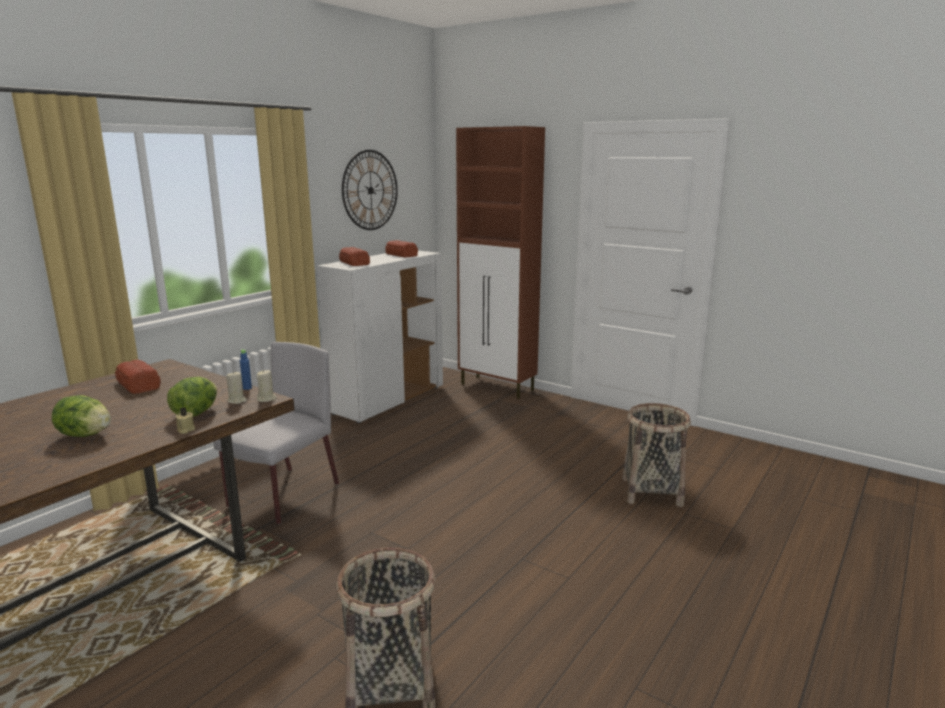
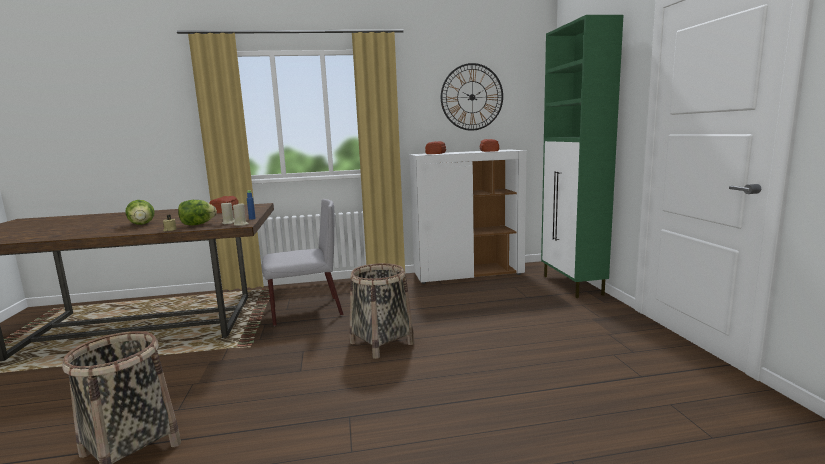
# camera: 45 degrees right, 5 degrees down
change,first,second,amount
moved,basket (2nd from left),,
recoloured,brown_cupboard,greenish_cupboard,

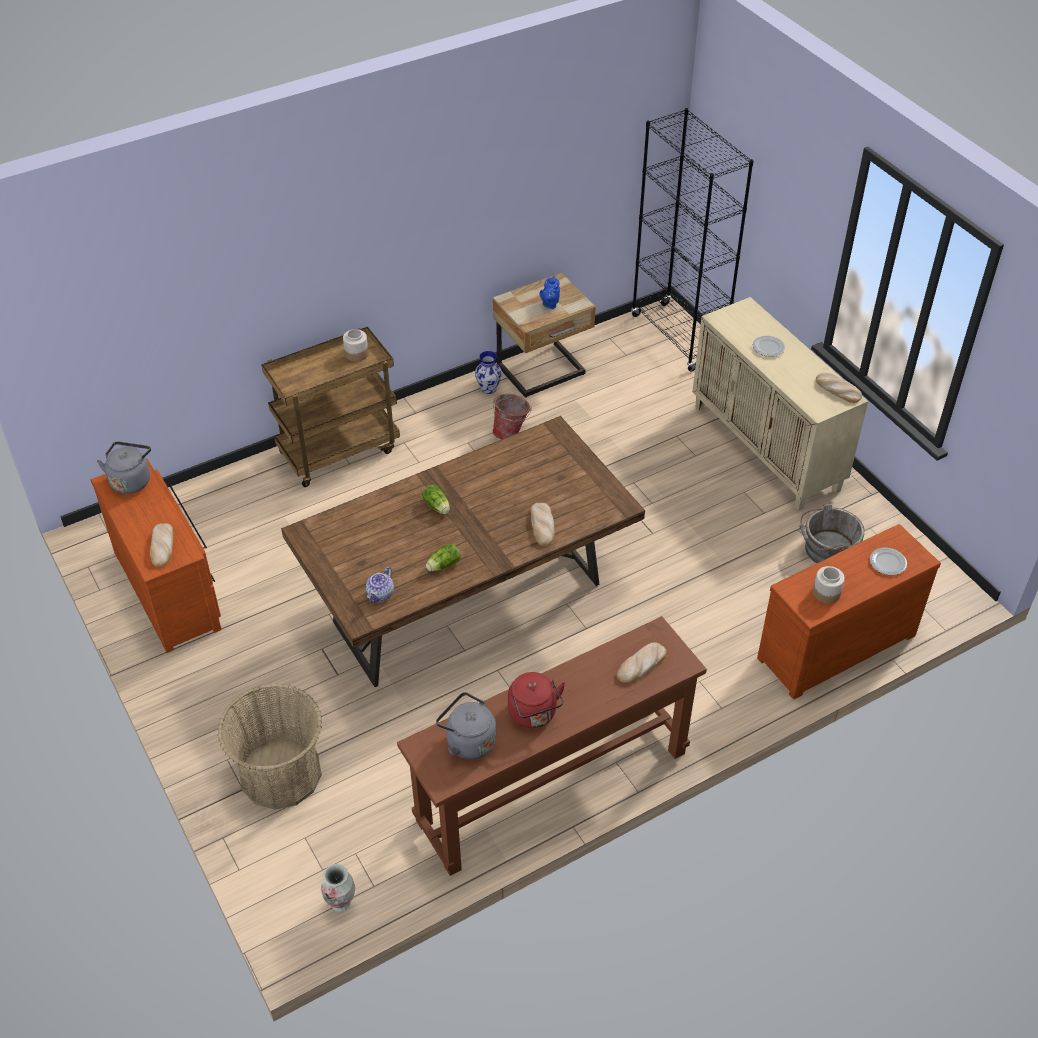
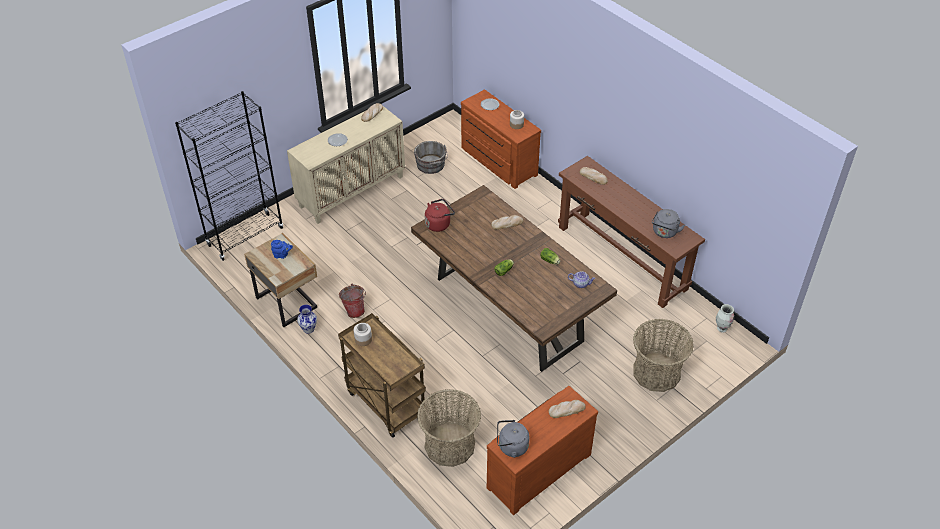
# camera: 100 degrees left, 0 degrees up
change,first,second,amount
added,,basket (1st from left),
moved,red-coloured_water_kettle,,

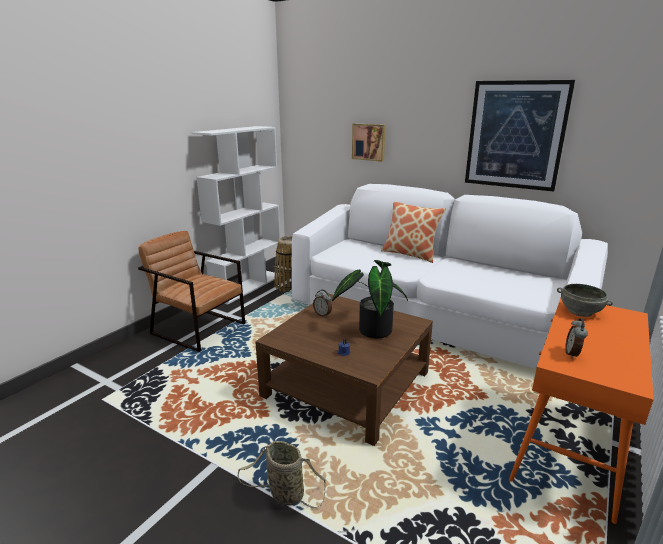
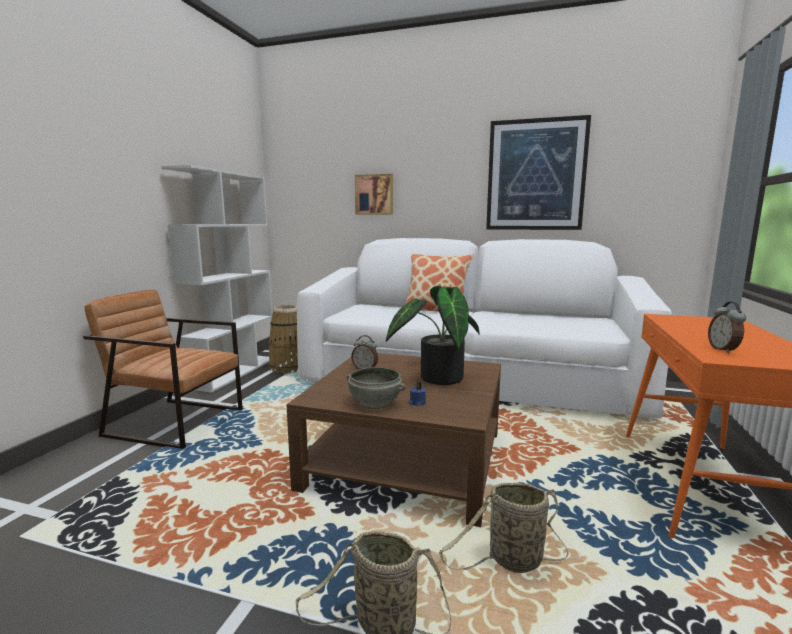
# camera: 15 degrees left, 10 degrees down
change,first,second,amount
added,,basket (3rd from left),
moved,greyish_serving_bowl,,

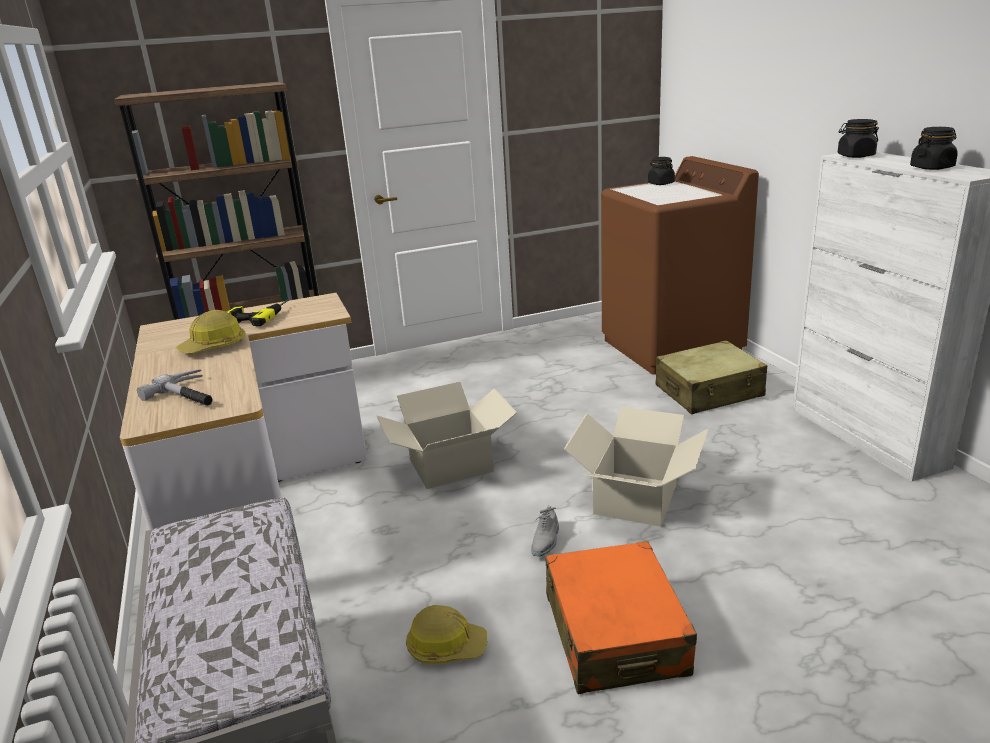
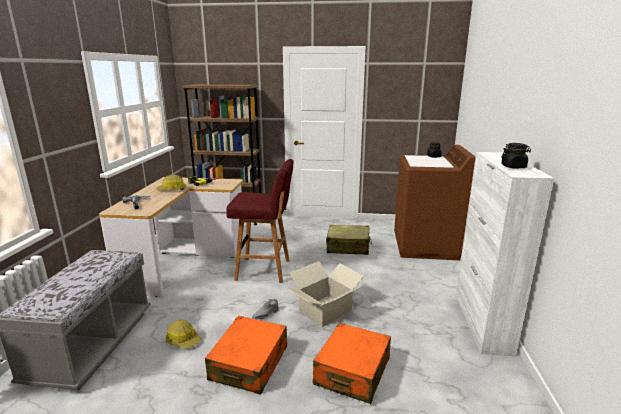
# camera: 25 degrees right, 5 degrees down
change,first,second,amount
removed,black-coloured_jar (2nd from left),,
added,,orange_piece_of_luggage (2nd from left),
moved,beige-coloured_piece_of_luggage,,
replaced,carton (1st from left),red-coloured_stool,

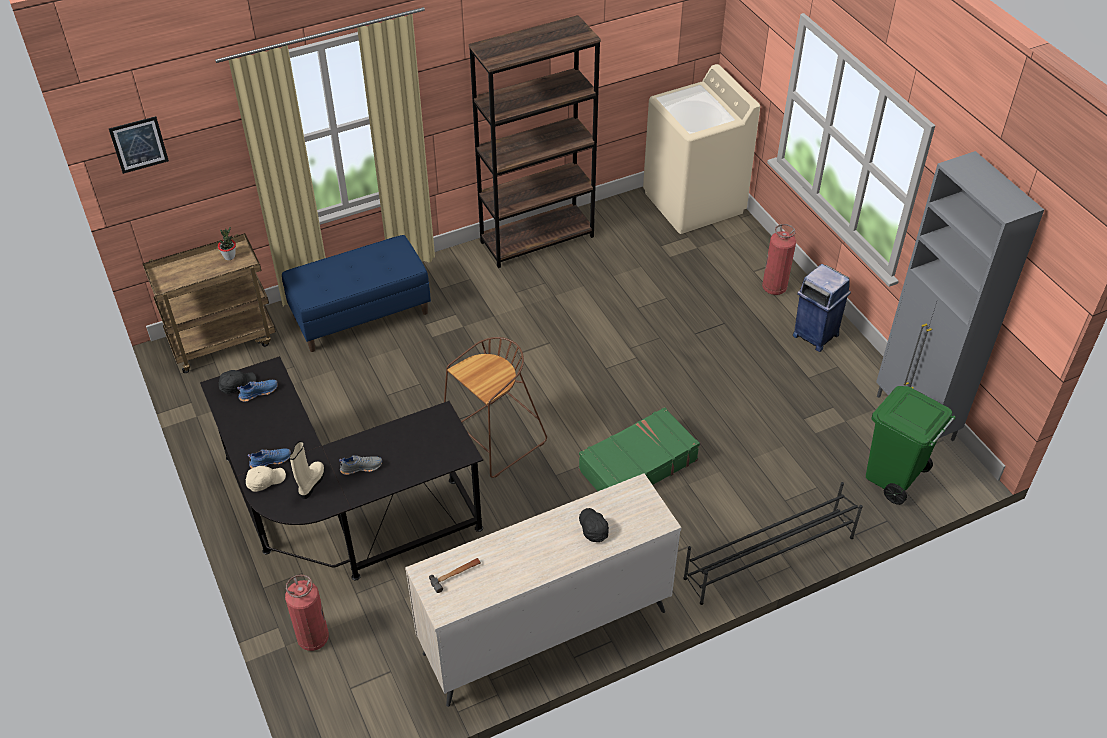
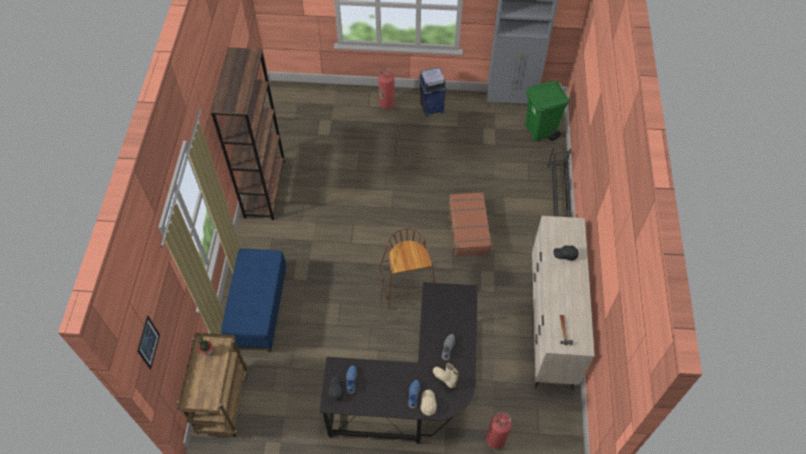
# camera: 60 degrees left, 10 degrees up
change,first,second,amount
removed,beige-coloured_laundry_appliance,,
recoloured,greenish_piece_of_luggage,brown_piece_of_luggage,

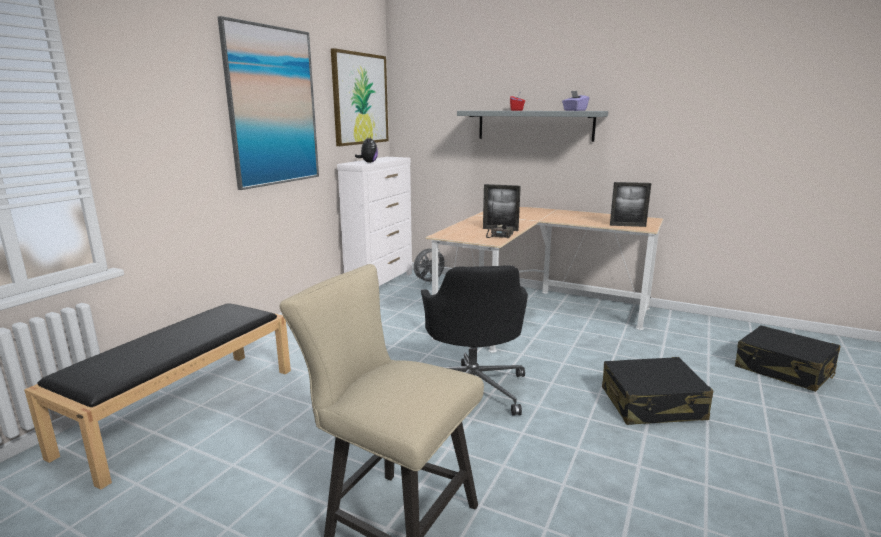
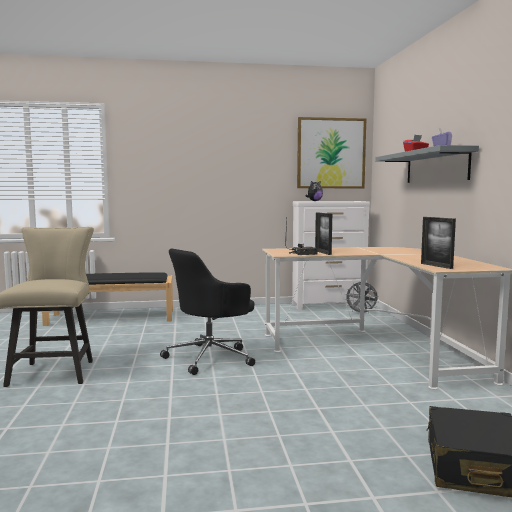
# camera: 55 degrees right, 10 degrees down
change,first,second,amount
removed,wall_art (1st from left),,
removed,black-coloured_piece_of_luggage (1st from left),,

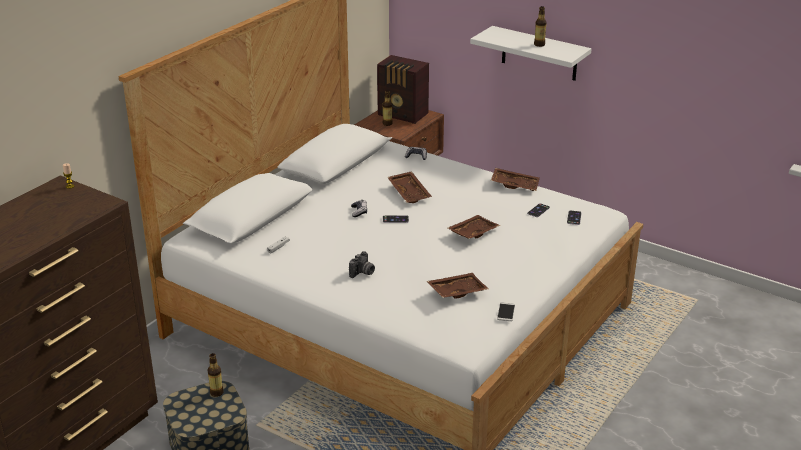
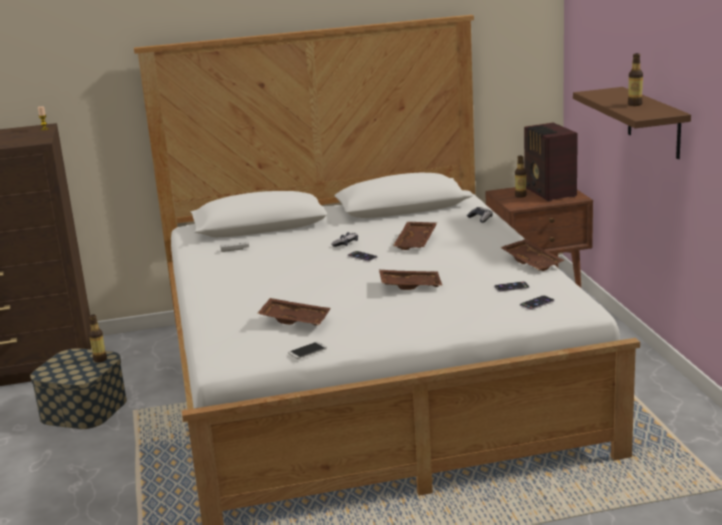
# camera: 45 degrees right, 10 degrees down
change,first,second,amount
removed,photo_camera,,
recoloured,white_shelf,brown_shelf,

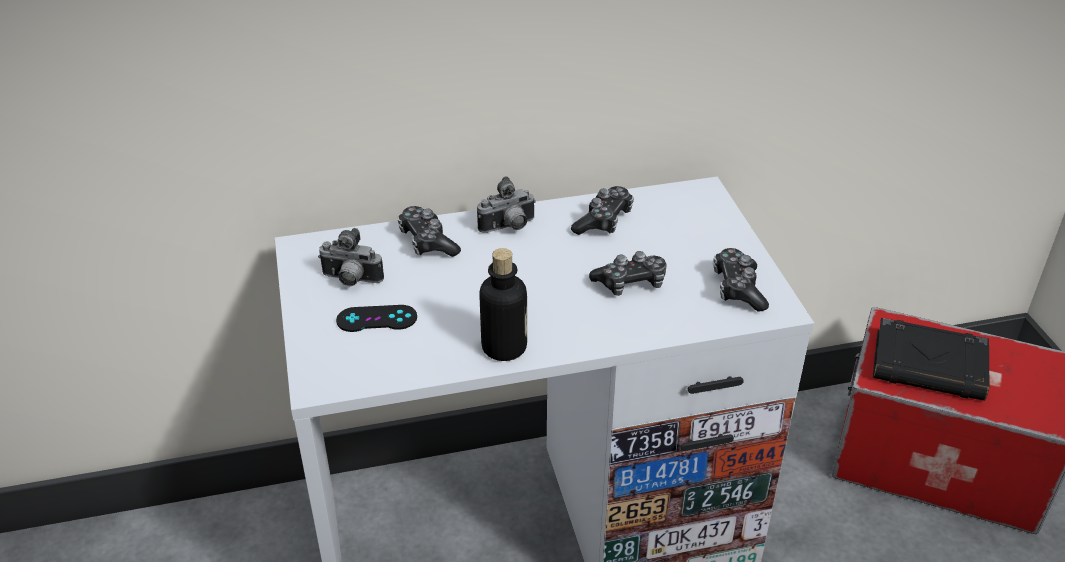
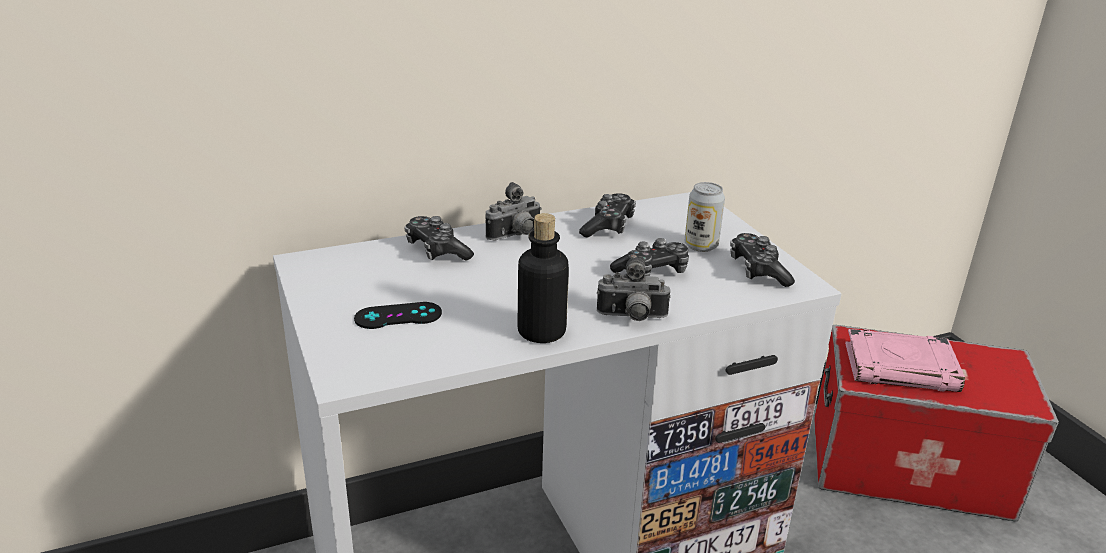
# camera: 10 degrees left, 10 degrees down
change,first,second,amount
added,,can,
moved,photo_camera (1st from left in the first image),photo_camera (2nd from left),
recoloured,black-coloured_book,pink_book,

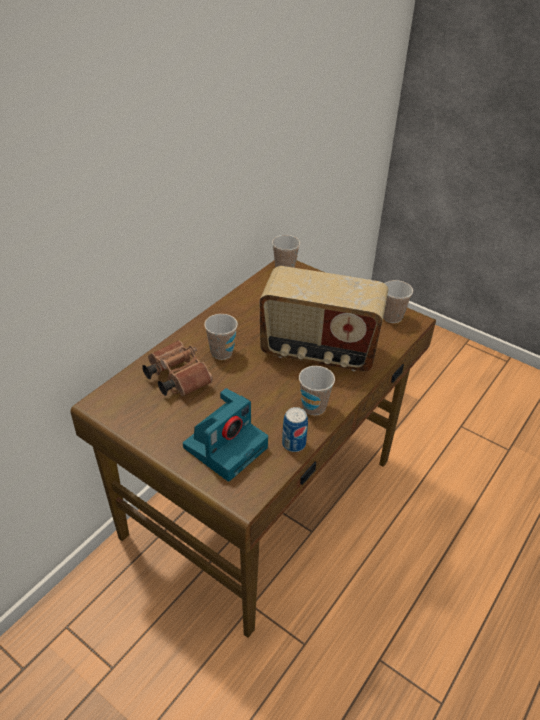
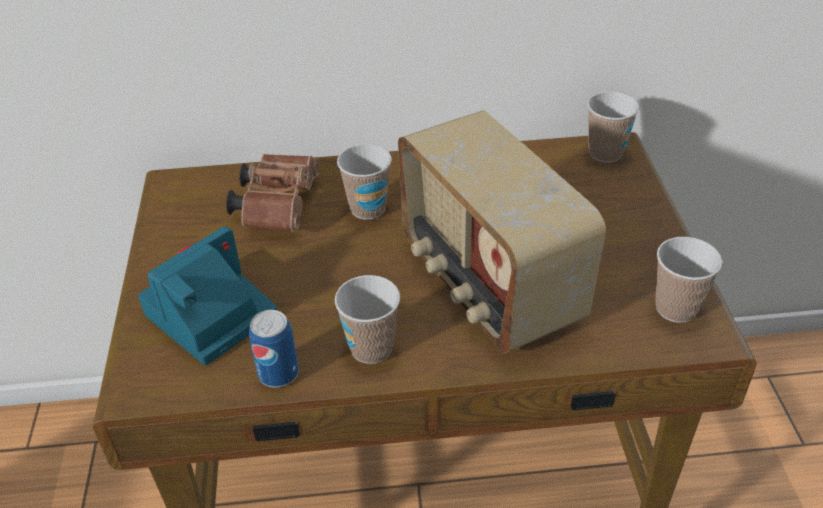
# camera: 50 degrees right, 0 degrees up
change,first,second,amount
turned,photo_camera,,135 degrees clockwise

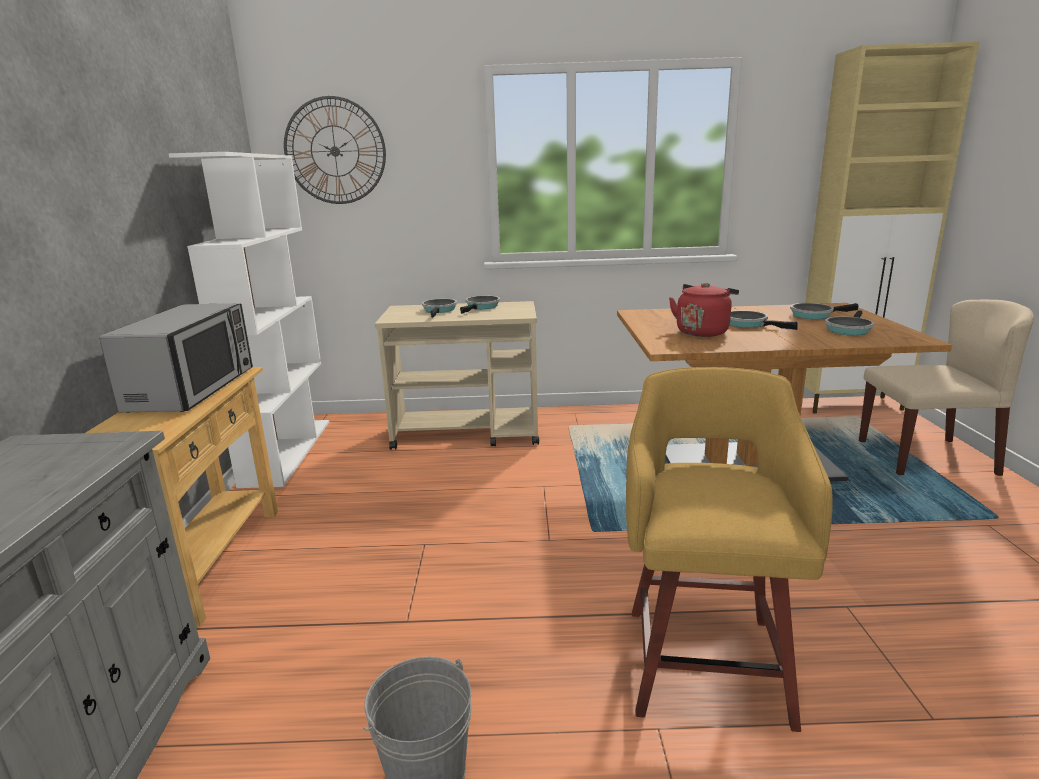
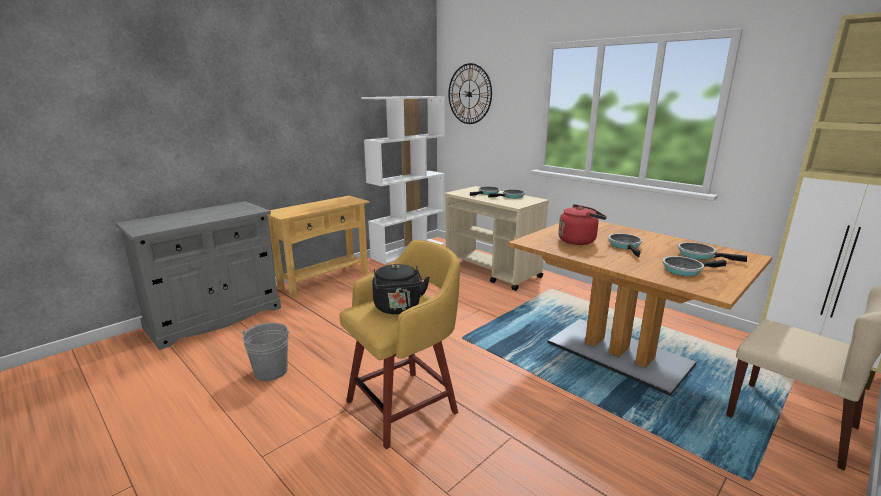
# camera: 45 degrees right, 0 degrees up
change,first,second,amount
removed,microwave,,
added,,black-coloured_water_kettle,

